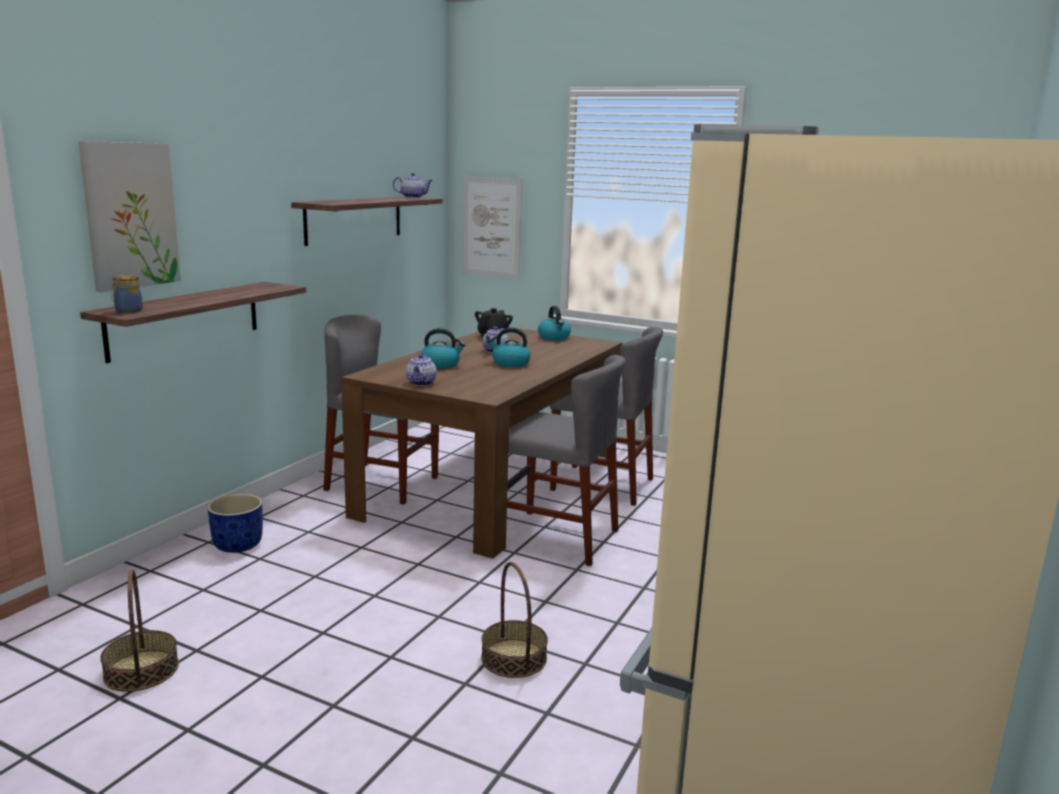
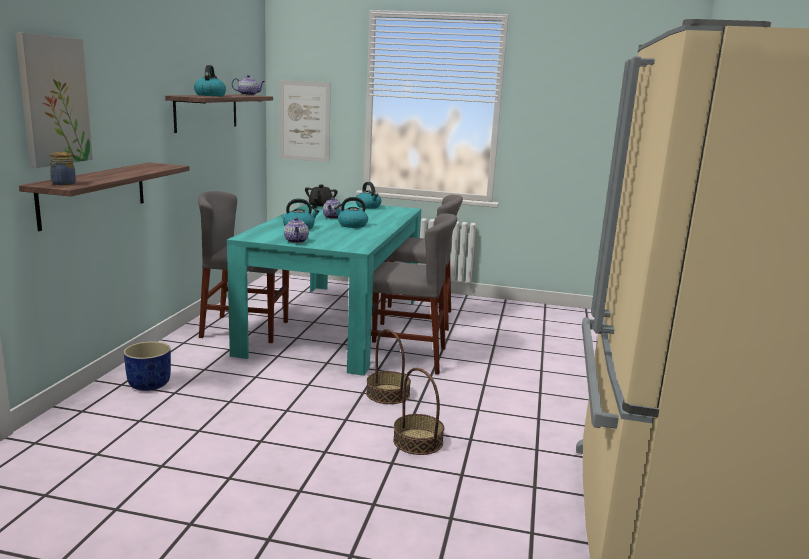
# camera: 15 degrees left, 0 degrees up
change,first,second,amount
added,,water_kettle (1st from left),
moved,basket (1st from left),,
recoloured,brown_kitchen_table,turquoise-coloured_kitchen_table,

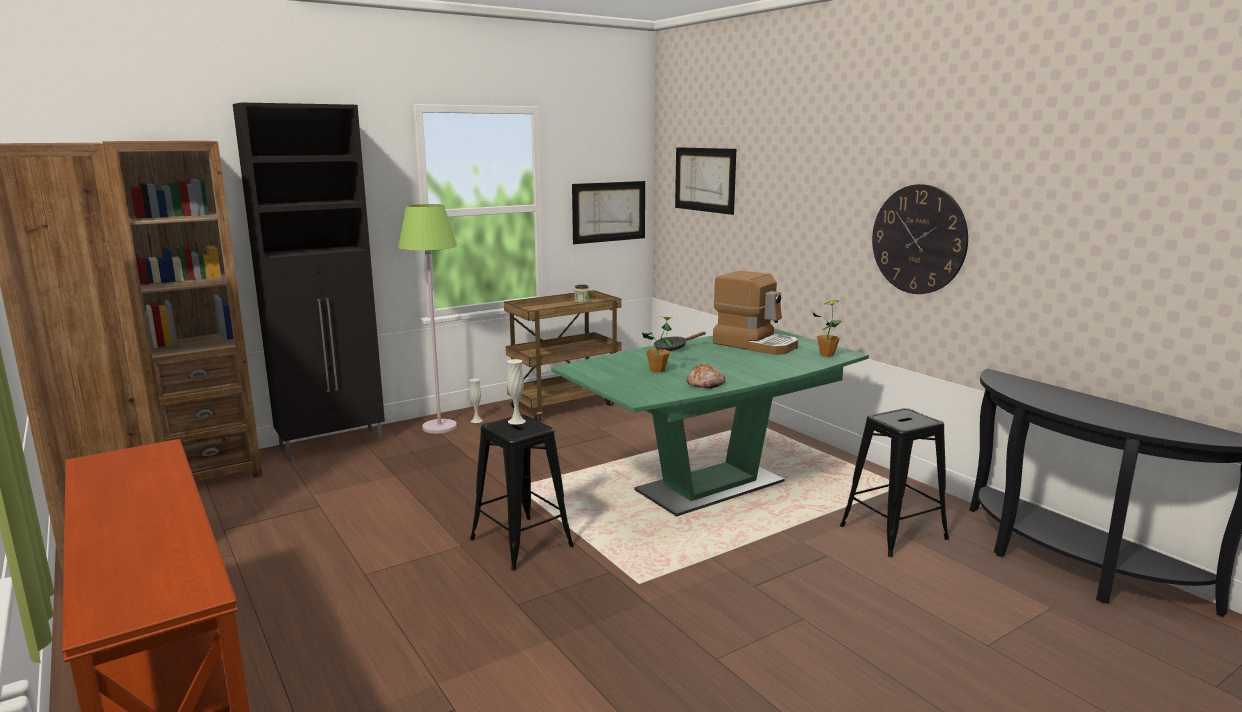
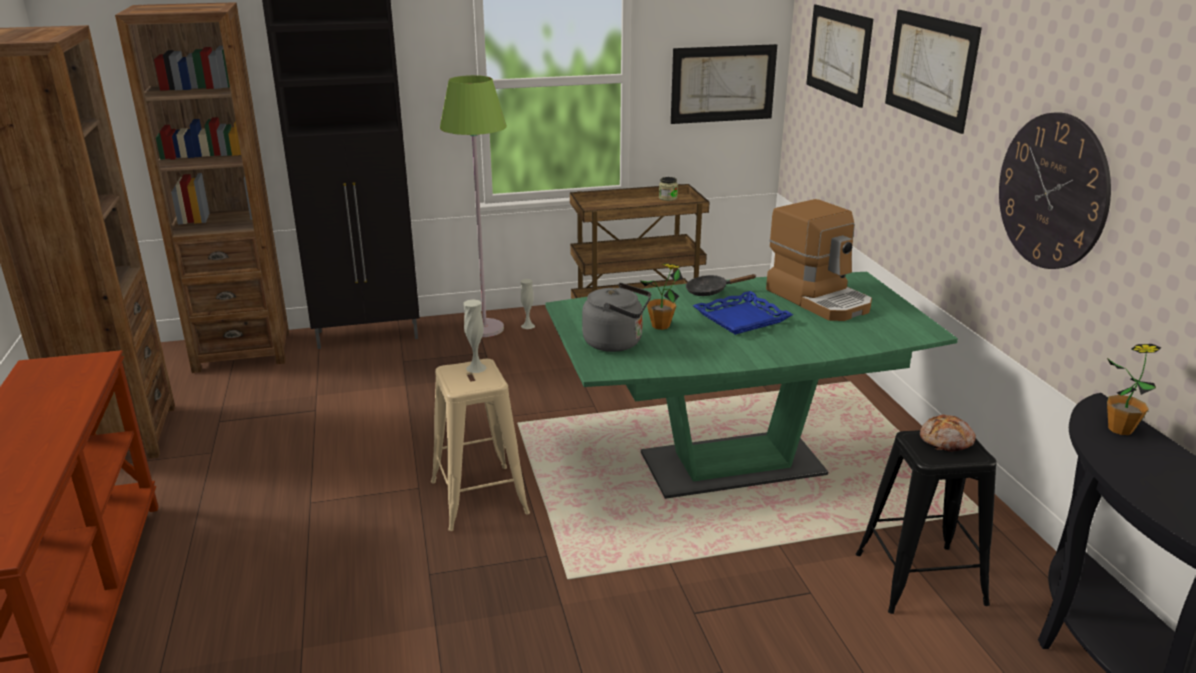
# camera: 20 degrees right, 10 degrees up
change,first,second,amount
added,,greyish_water_kettle,
added,,blue_serving_tray,
added,,wall_art (3rd from left),
moved,bread,,
moved,plant_in_a_pot (2nd from left),,
recoloured,black-coloured_stool (1st from left),beige-coloured_stool,

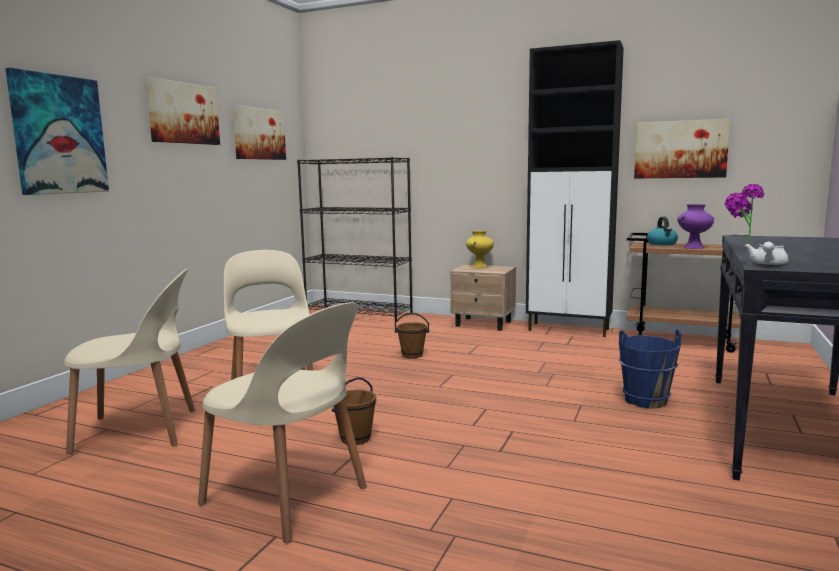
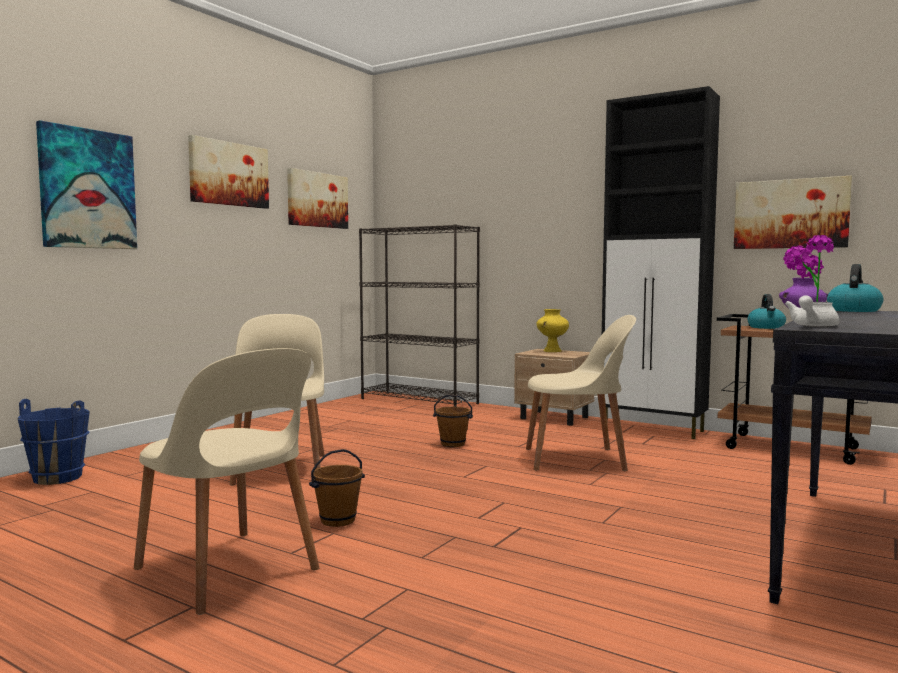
# camera: 10 degrees right, 5 degrees down
change,first,second,amount
added,,water_kettle (2nd from left),
moved,beige-coloured_upright_chair (1st from left in the first image),beige-coloured_upright_chair (3rd from left),
moved,blue_bucket,,

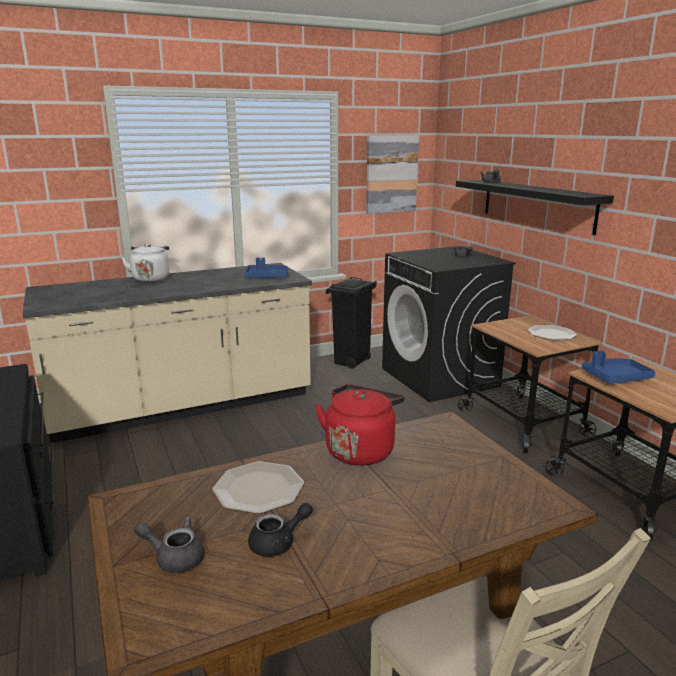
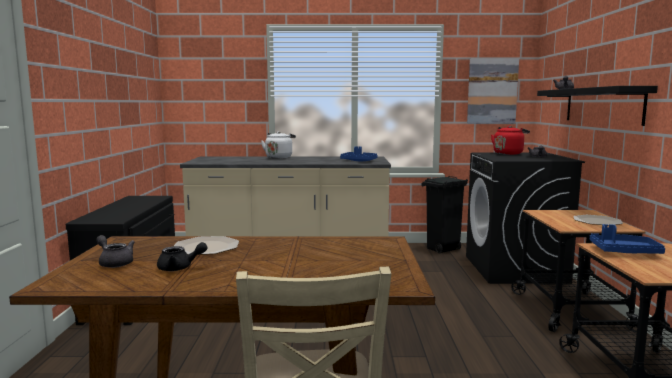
# camera: 25 degrees right, 10 degrees down
change,first,second,amount
moved,red-coloured_water_kettle,,

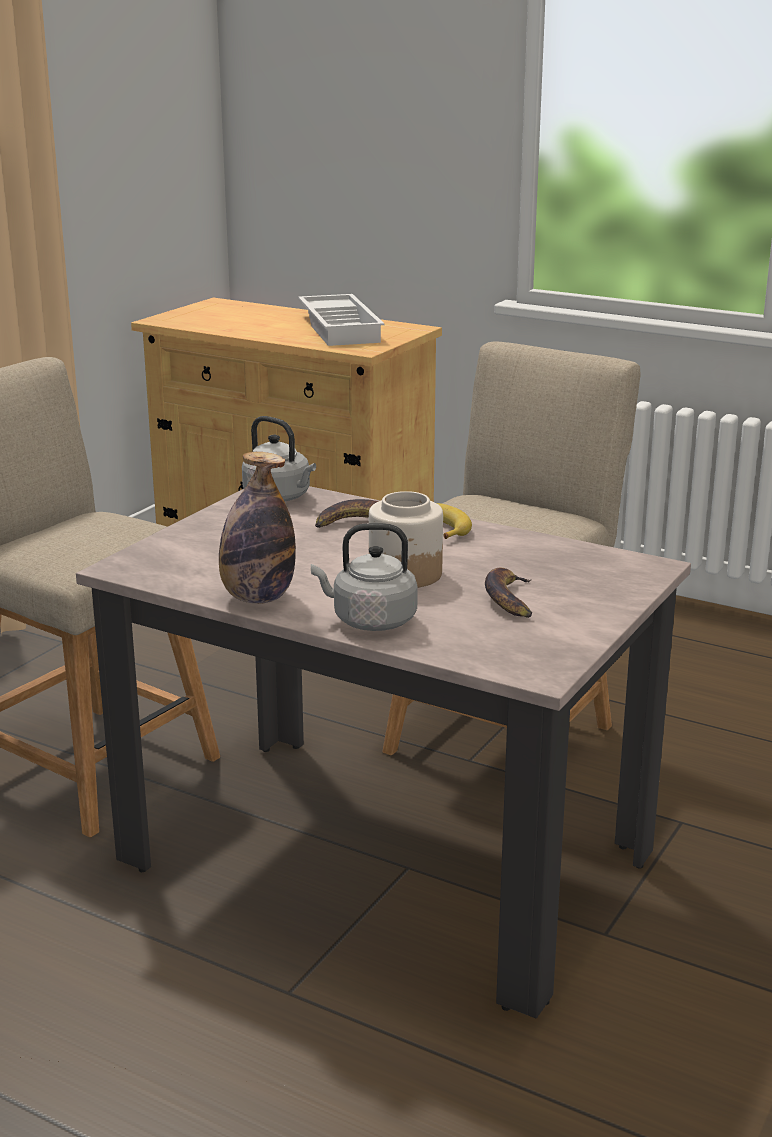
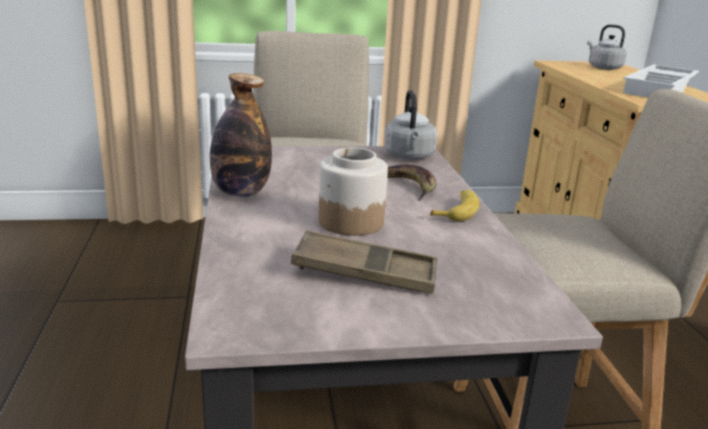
# camera: 50 degrees right, 0 degrees up
change,first,second,amount
moved,greyish_water_kettle (2nd from left),,
replaced,banana (3rd from left),brown_serving_tray,

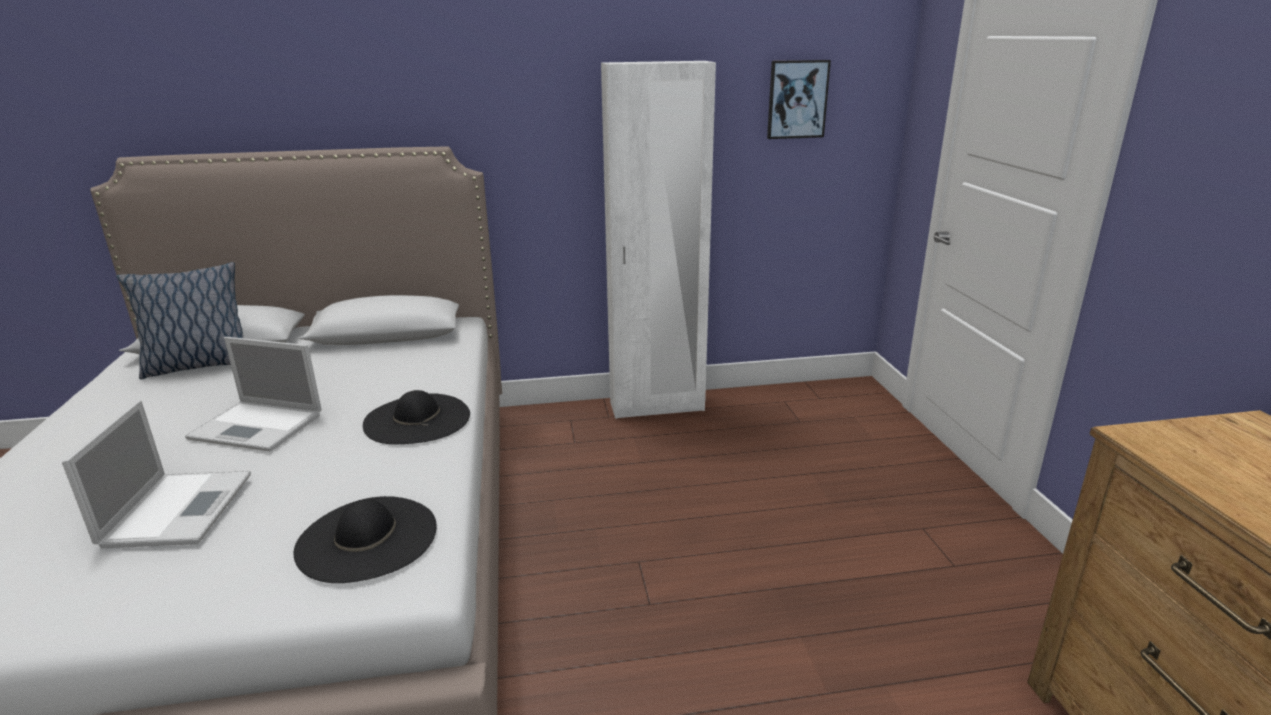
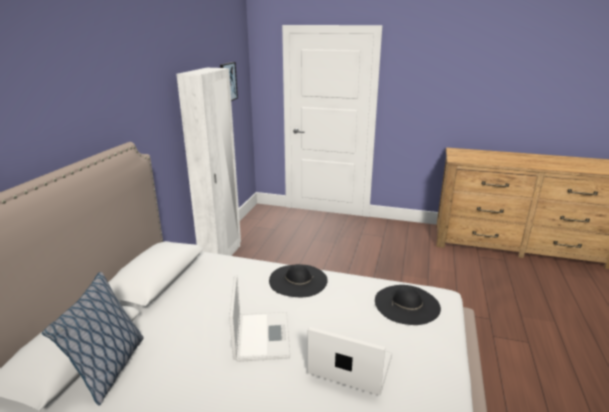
# camera: 65 degrees left, 0 degrees up
change,first,second,amount
turned,laptop (2nd from left in the first image),laptop (1st from left),45 degrees counterclockwise

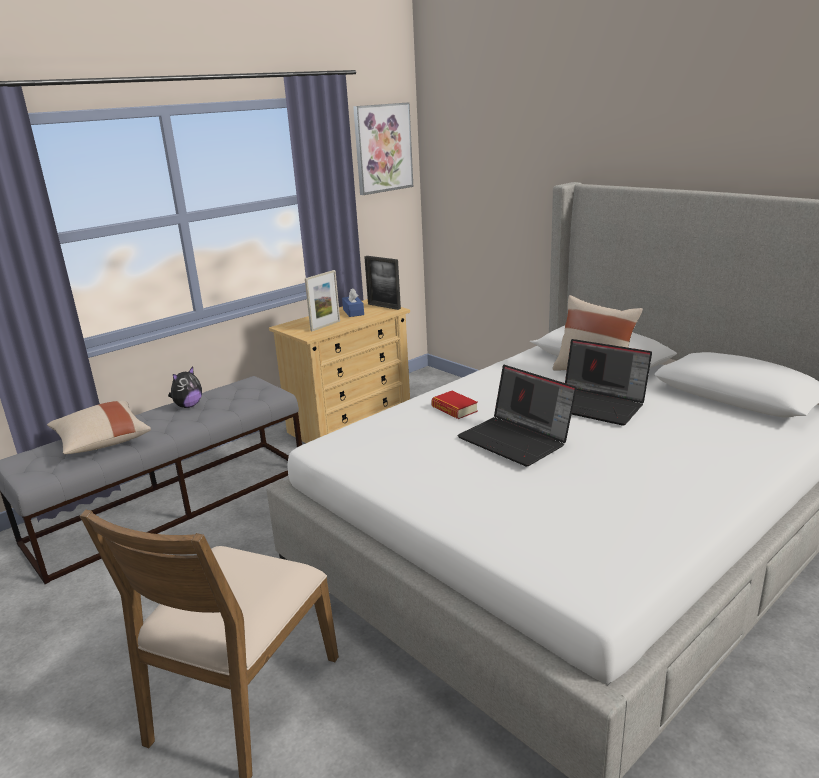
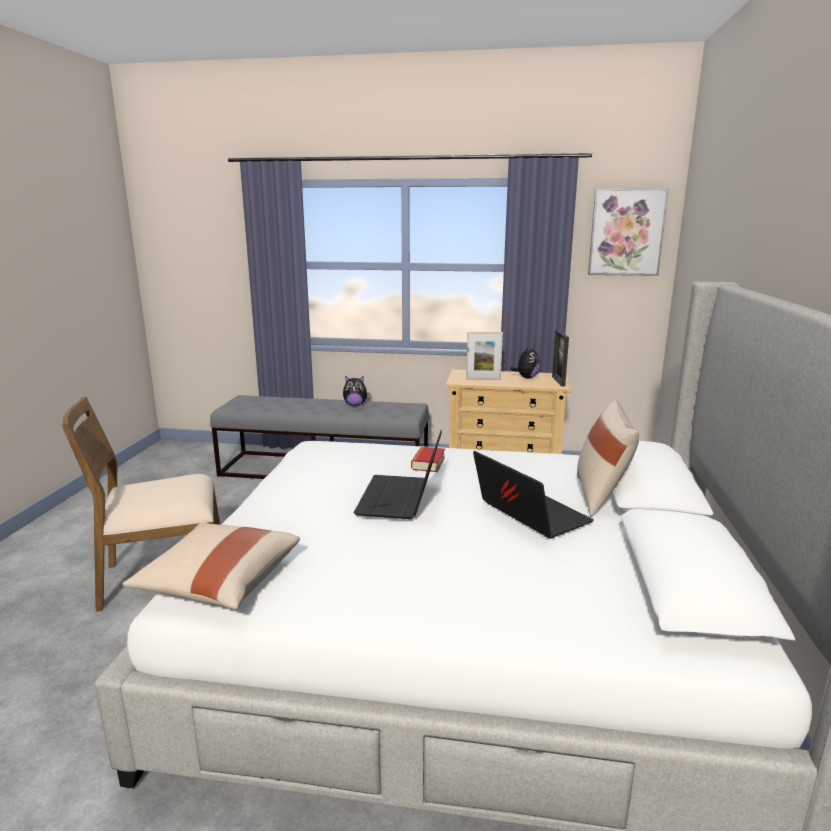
# camera: 50 degrees right, 5 degrees down
change,first,second,amount
moved,beige-coloured_pillow (1st from left),,
replaced,blue_tissue_box,cuddly_toy (2nd from left),
turned,laptop (2nd from left),,150 degrees clockwise

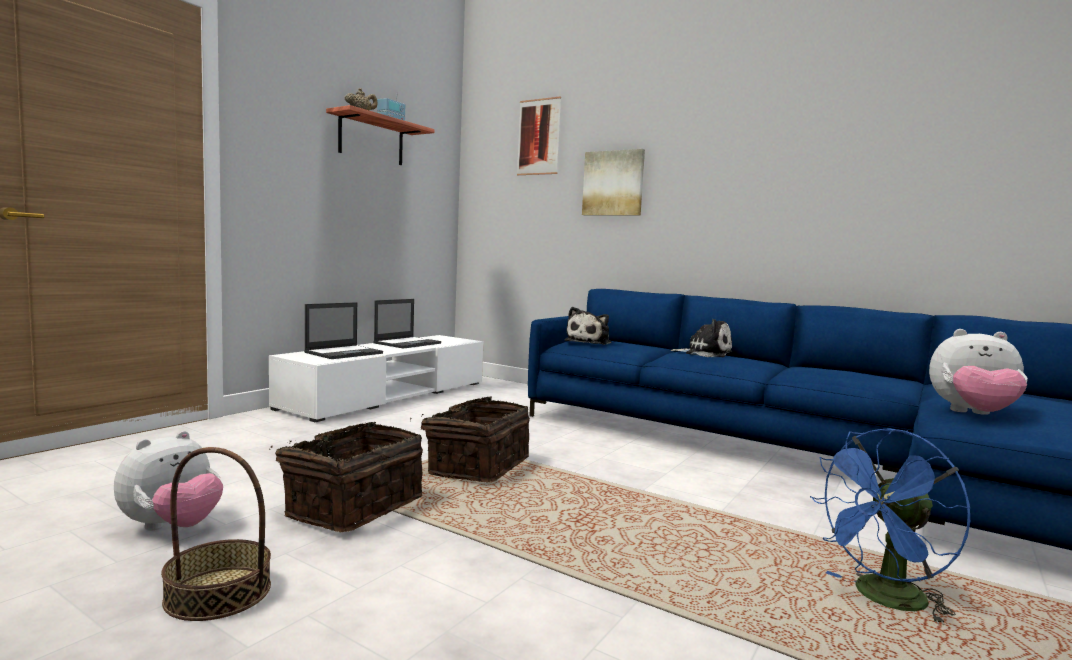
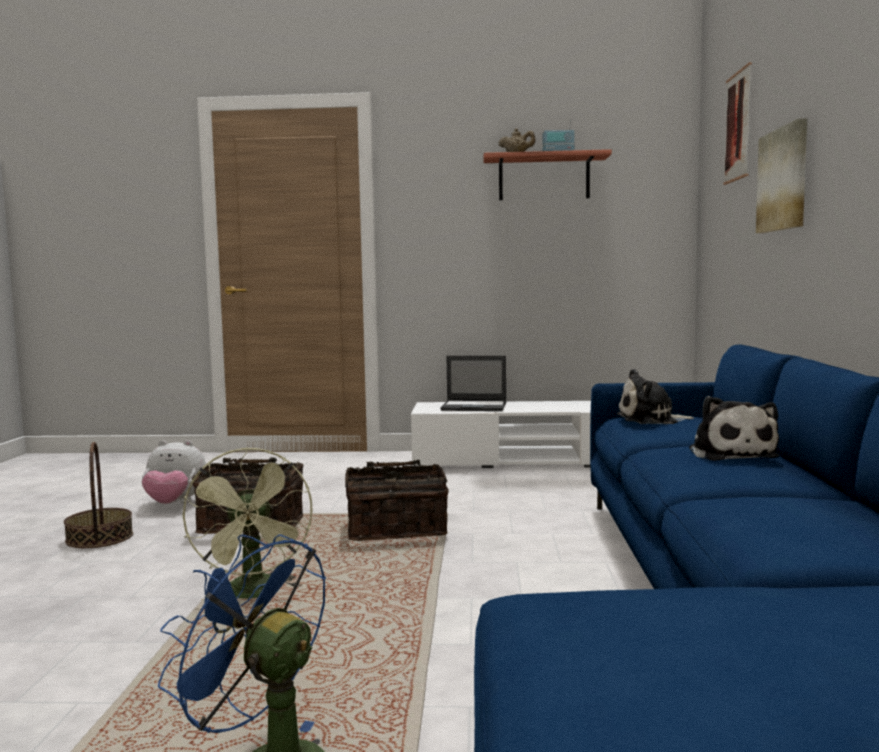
# camera: 60 degrees right, 0 degrees up
change,first,second,amount
removed,laptop (2nd from left),,
removed,cuddly_toy (4th from left),,
added,,greenish_fan,

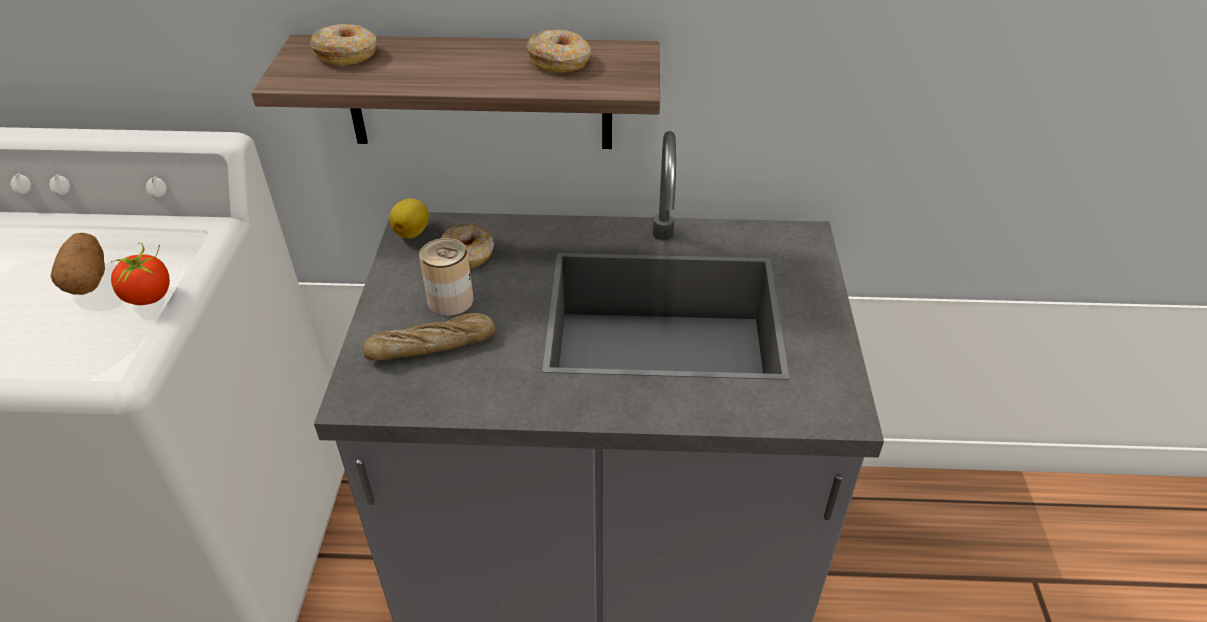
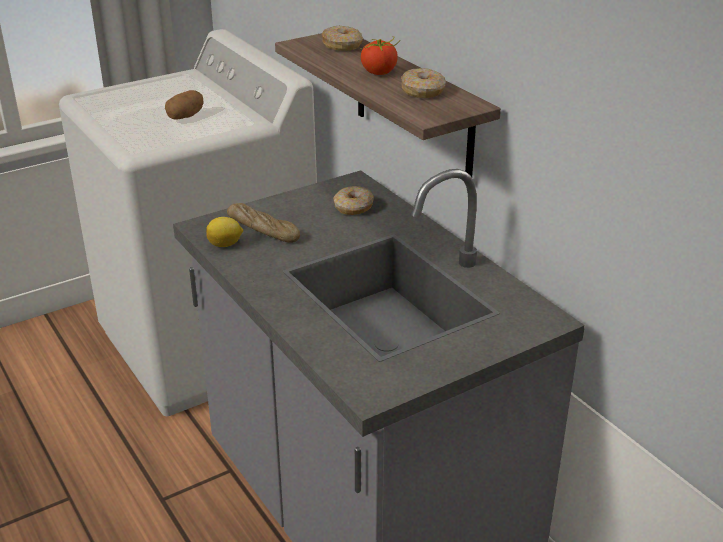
# camera: 55 degrees right, 10 degrees down
change,first,second,amount
removed,can,,
moved,fresh_tomato,,
moved,citrus_fruit,,

